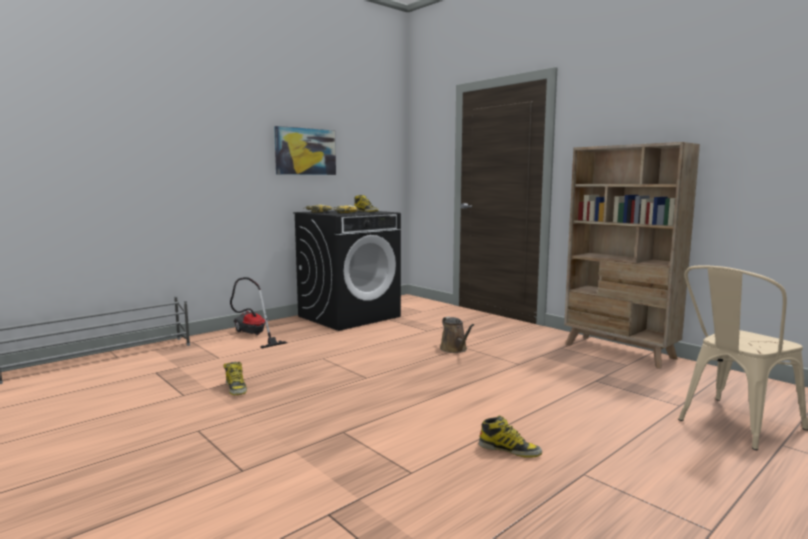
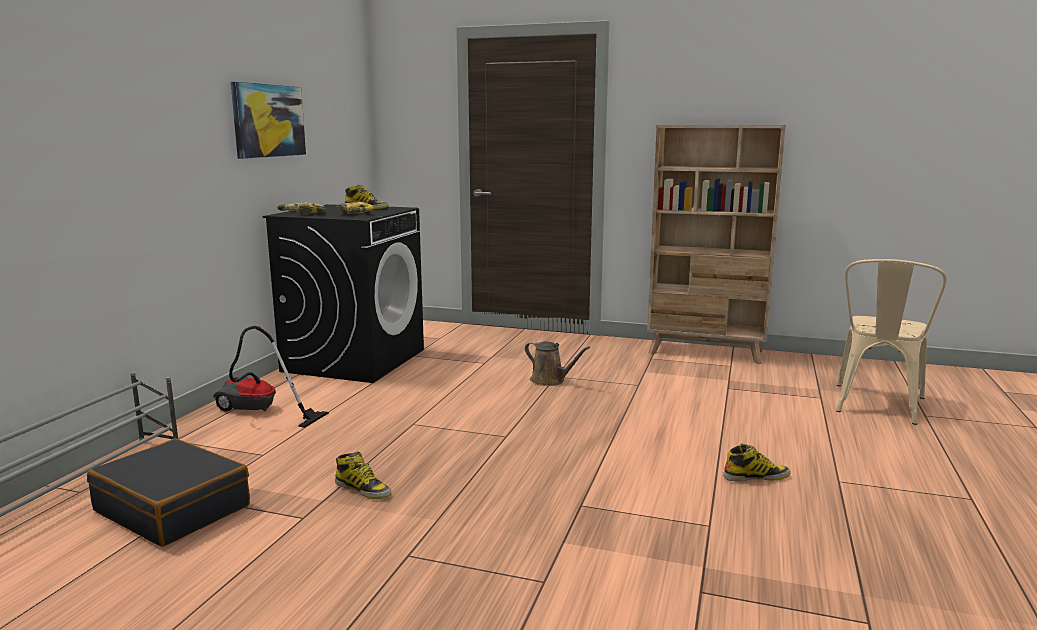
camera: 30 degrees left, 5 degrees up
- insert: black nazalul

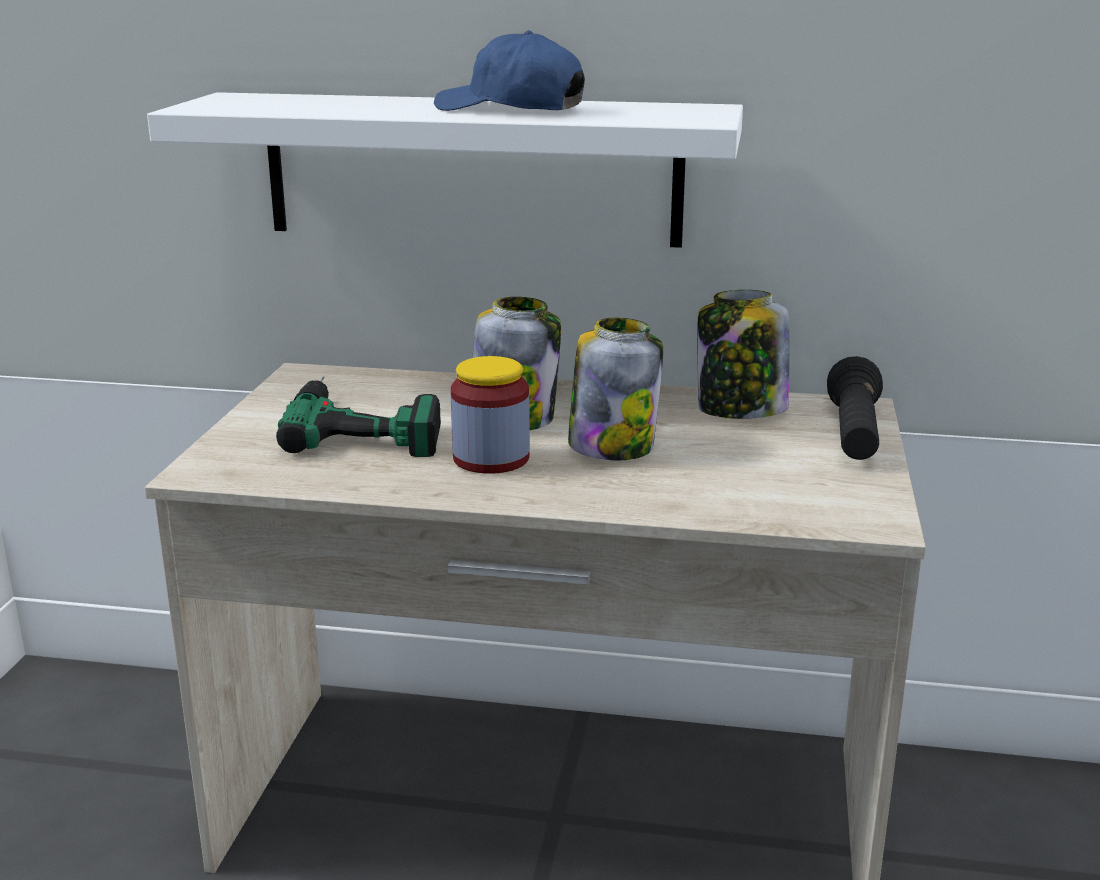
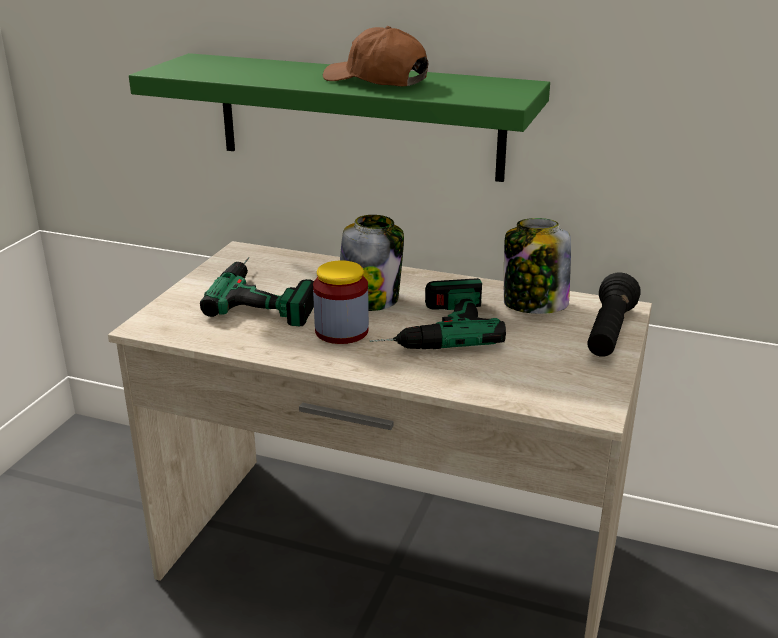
camera: 10 degrees right, 5 degrees up
- recolor: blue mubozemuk to brown mubozemuk
- recolor: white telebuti to green telebuti
- replace: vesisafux (3rd from left) to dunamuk (2nd from left)

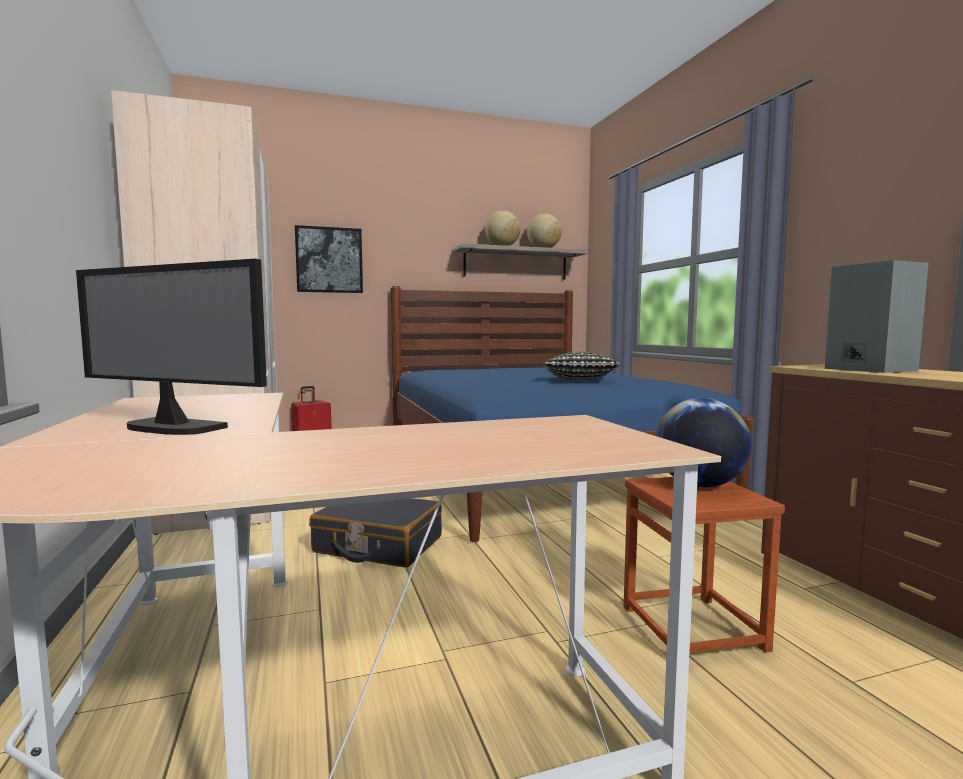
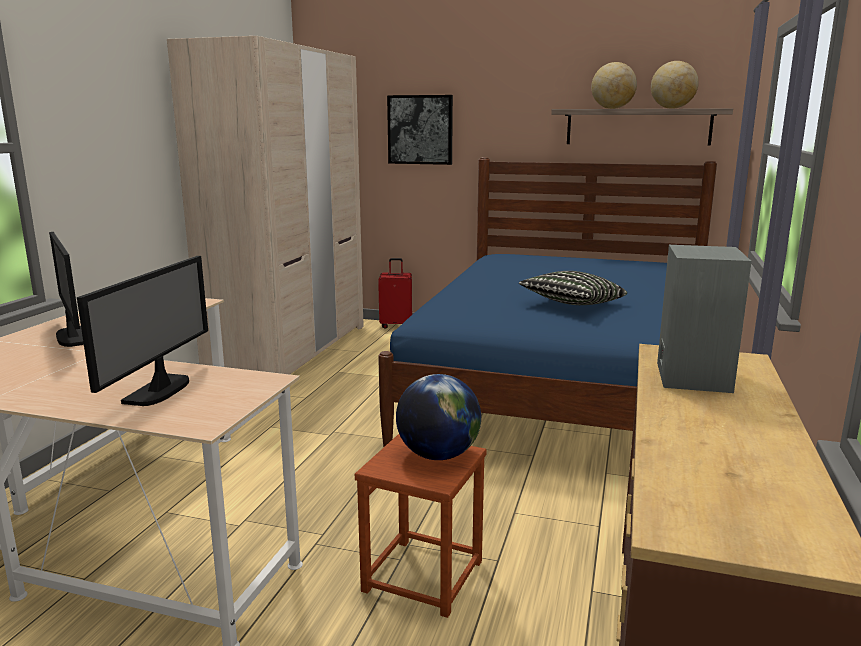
camera: 35 degrees right, 10 degrees up
- delete: black nazalul
- insert: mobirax (2nd from left)

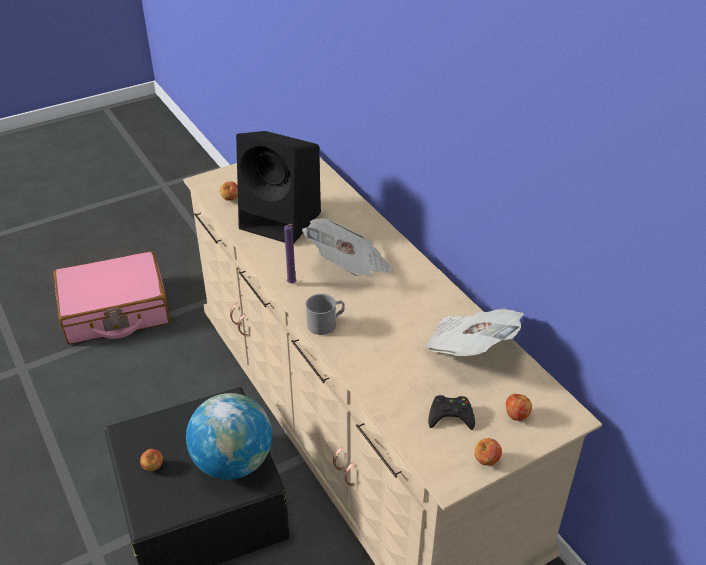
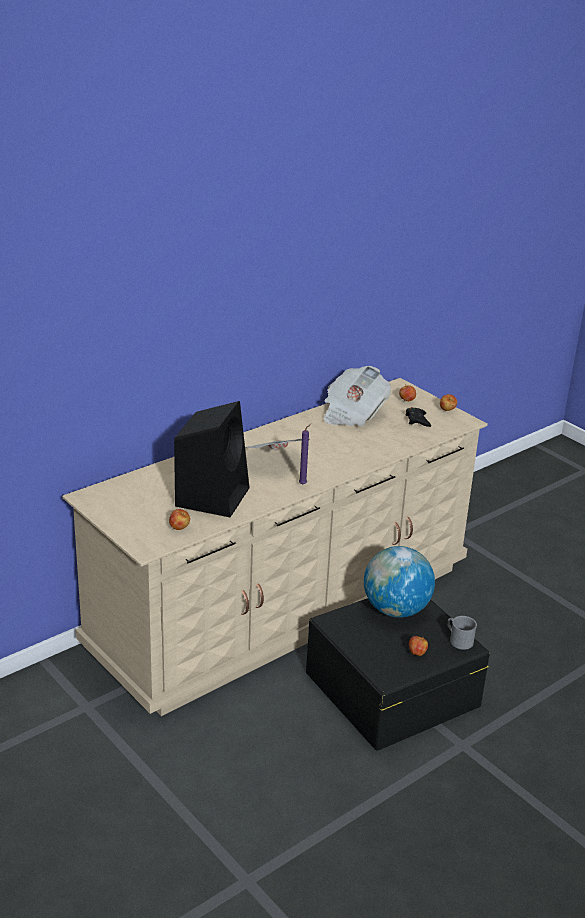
camera: 100 degrees left, 10 degrees down
- delete: pink nazalul
- move: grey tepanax

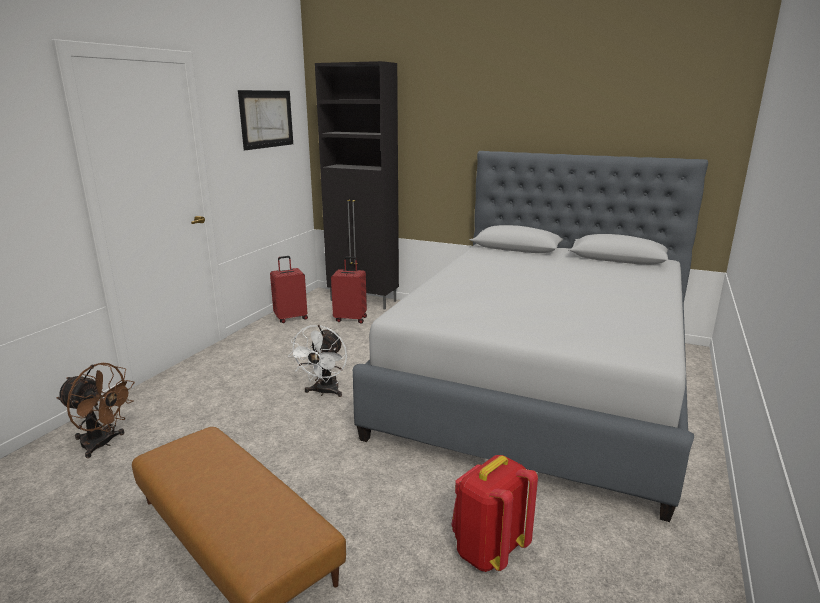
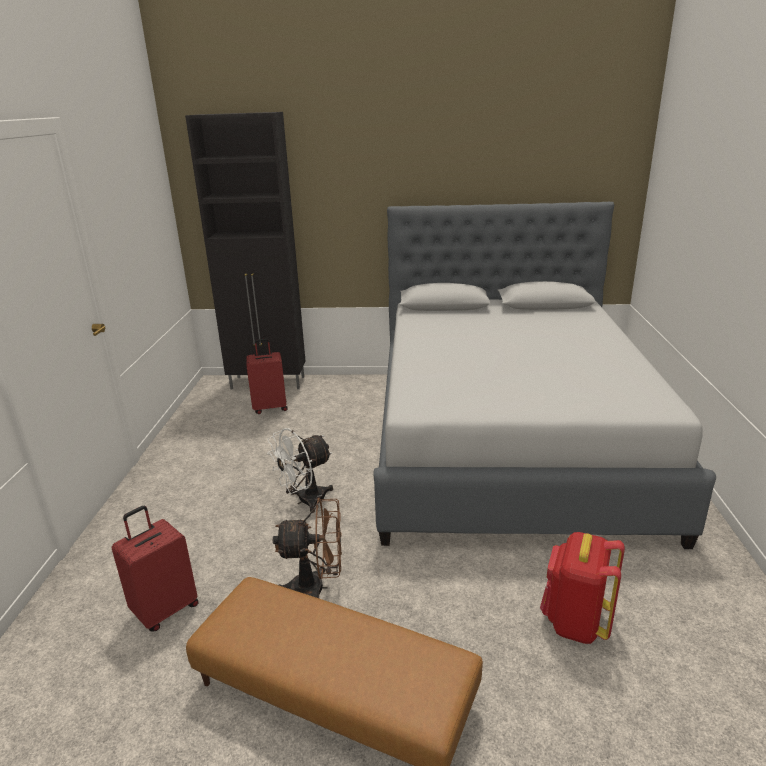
camera: 20 degrees left, 5 degrees up
- delete: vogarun
- move: red nazalul (1st from left)
- rotate: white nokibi 60 degrees clockwise
- move: brown nokibi

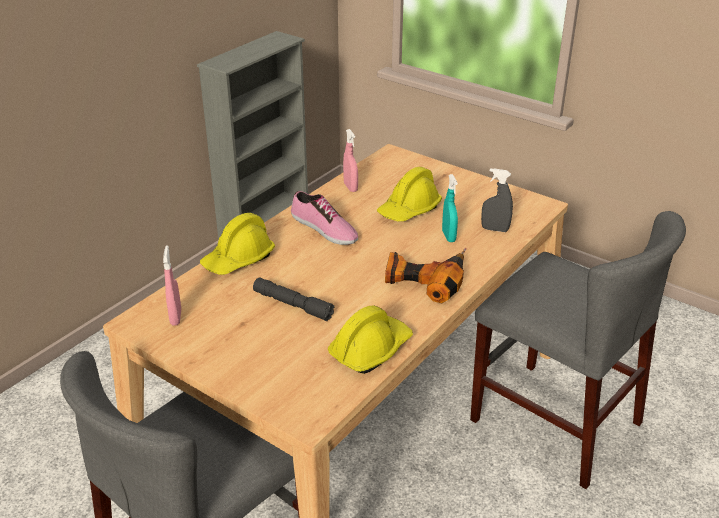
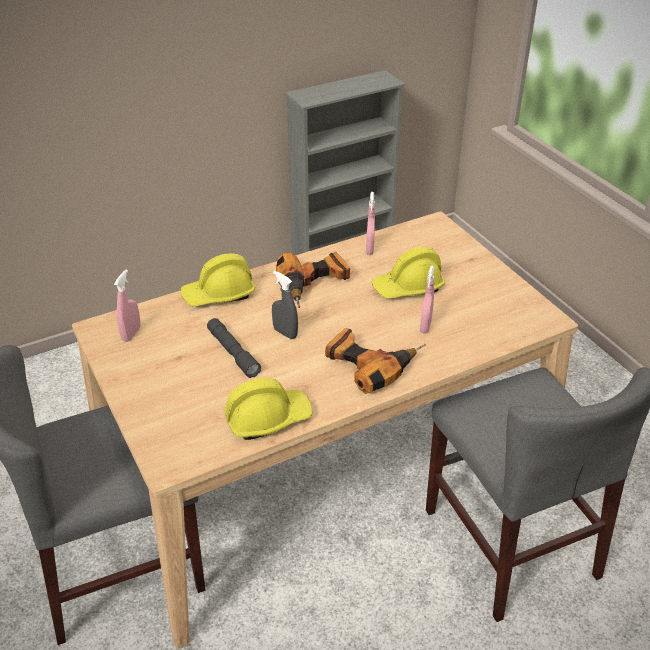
camera: 25 degrees right, 5 degrees up
- move: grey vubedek
- recolor: turquoise vubedek to pink vubedek (3rd from left)
- replace: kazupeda to dunamuk (1st from left)

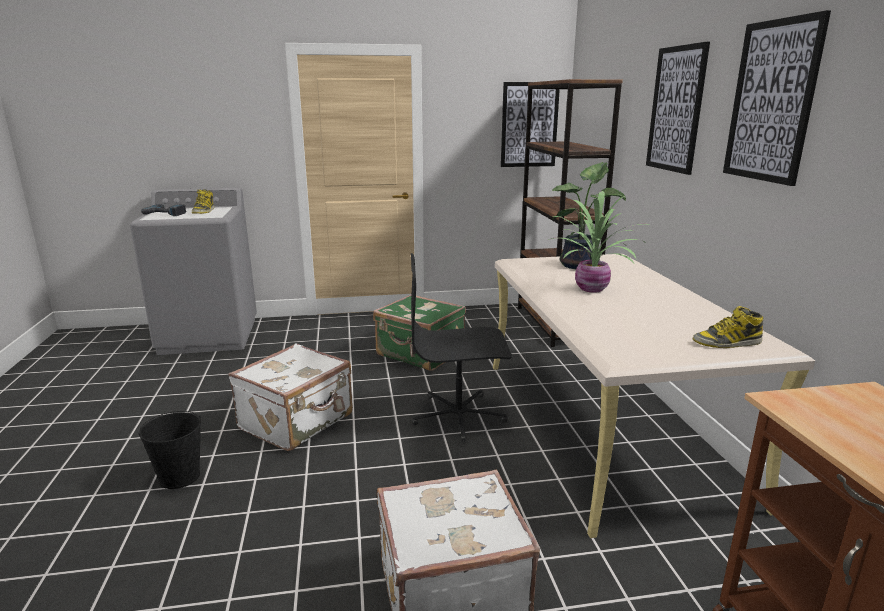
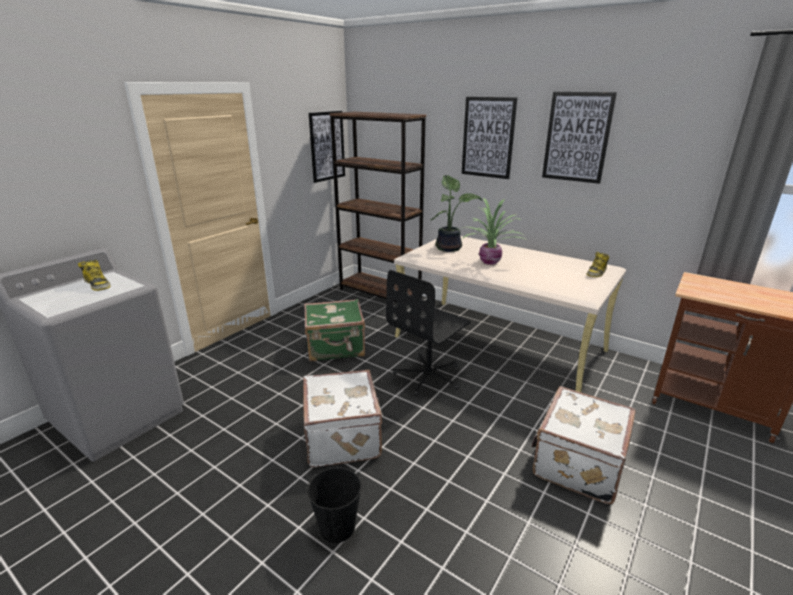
camera: 45 degrees left, 5 degrees up
- delete: dunamuk

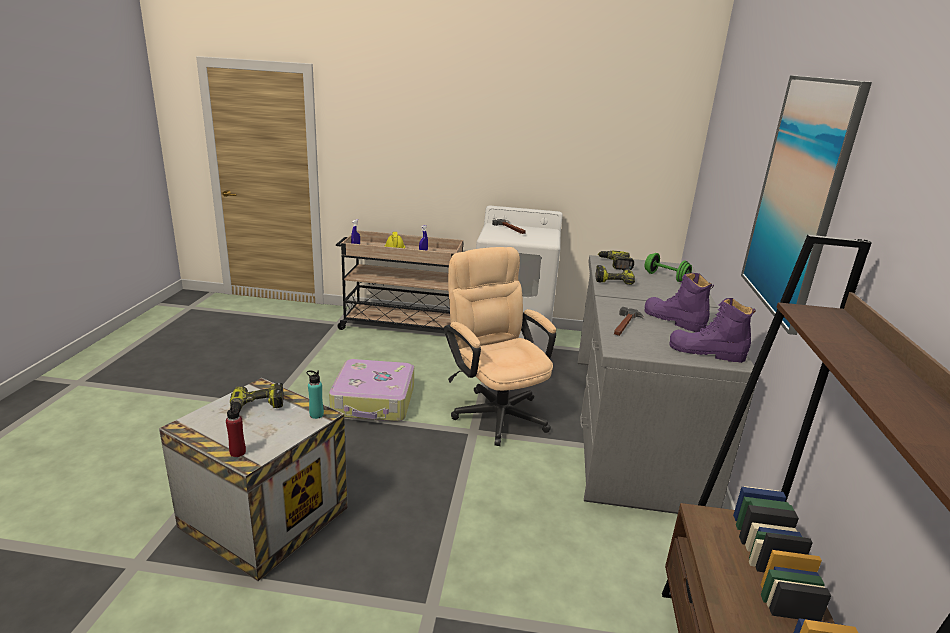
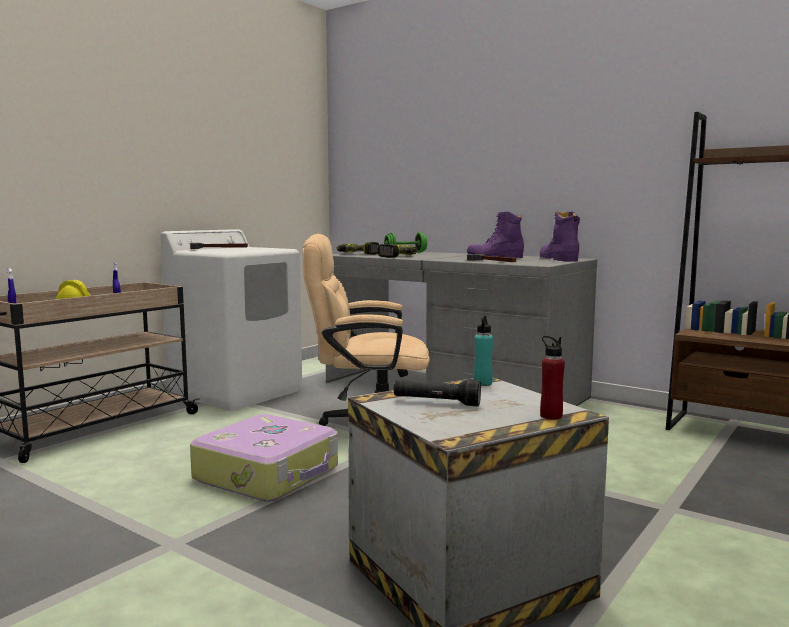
camera: 60 degrees left, 15 degrees down
- delete: vogarun
- rotate: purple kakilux (2nd from left) 120 degrees clockwise
- replace: dunamuk (1st from left) to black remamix

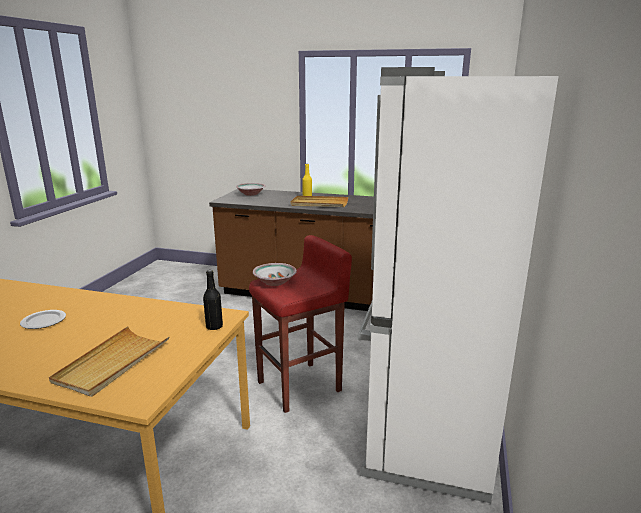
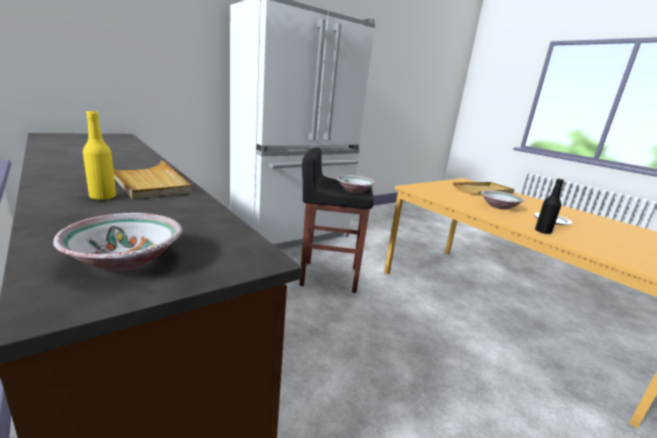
camera: 145 degrees left, 0 degrees up
- recolor: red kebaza to black kebaza
- move: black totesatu
- insert: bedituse (3rd from left)

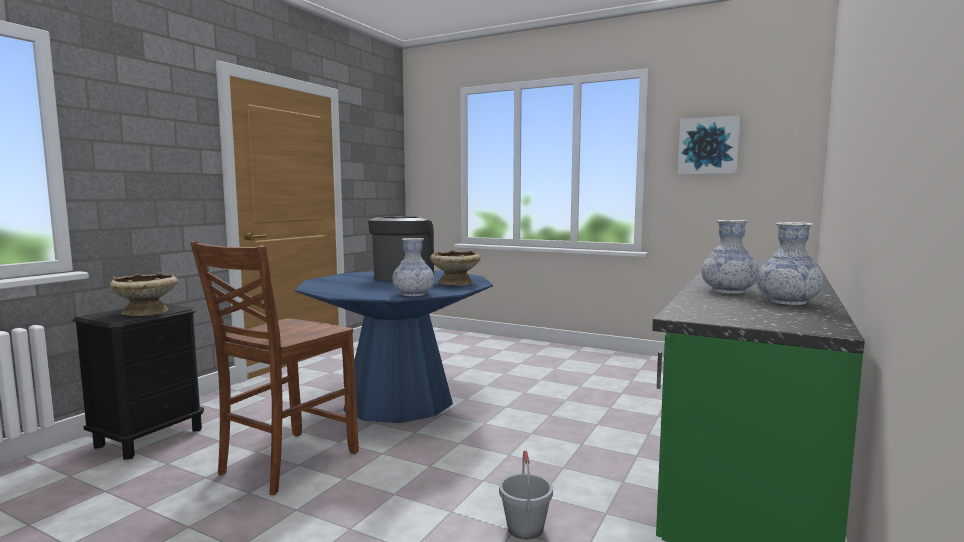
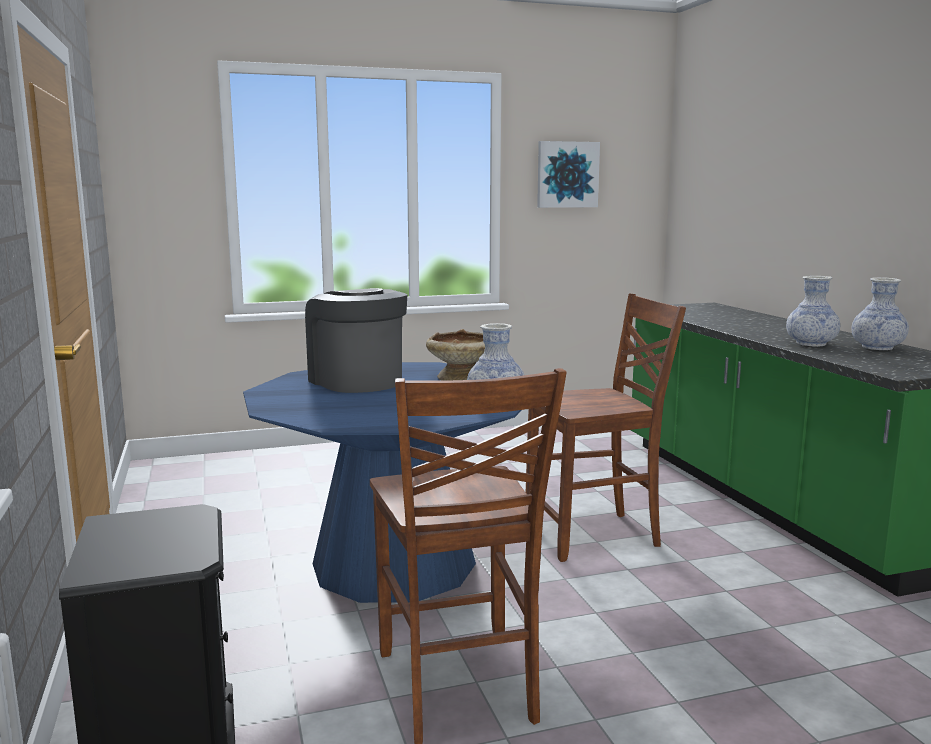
camera: 45 degrees left, 5 degrees up
- delete: beige bedituse (1st from left)
- delete: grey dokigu
- insert: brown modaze (2nd from left)

